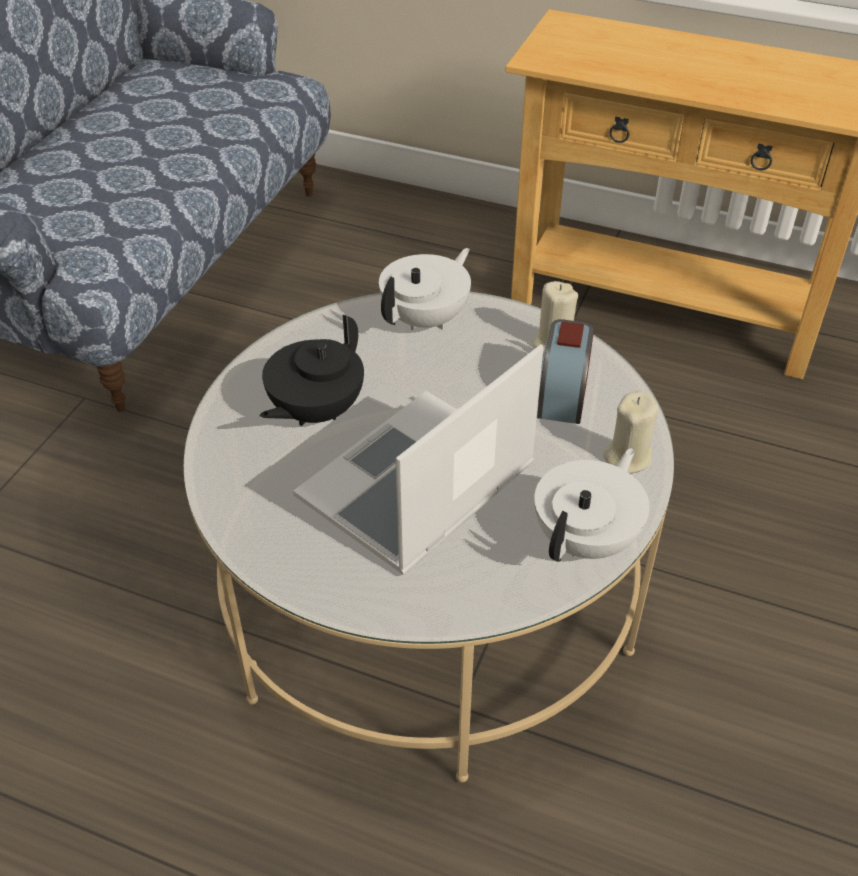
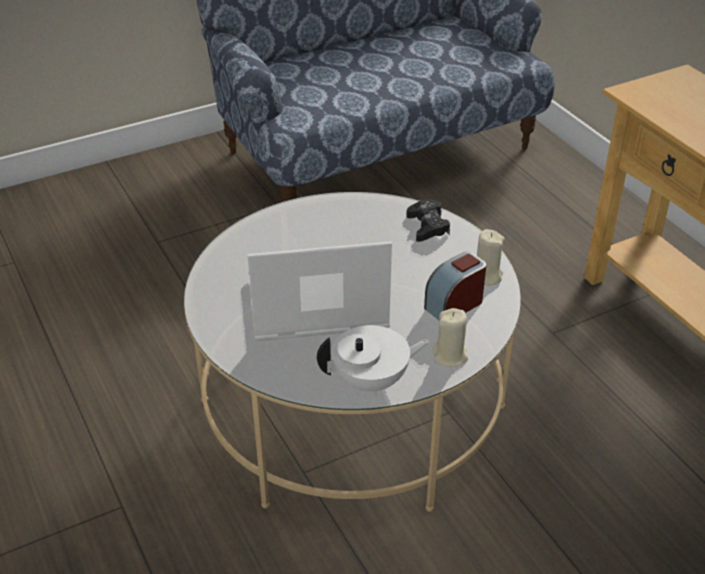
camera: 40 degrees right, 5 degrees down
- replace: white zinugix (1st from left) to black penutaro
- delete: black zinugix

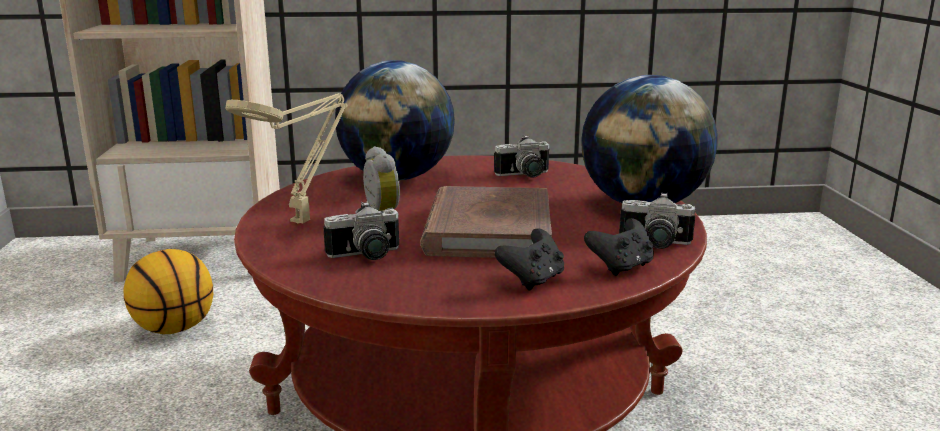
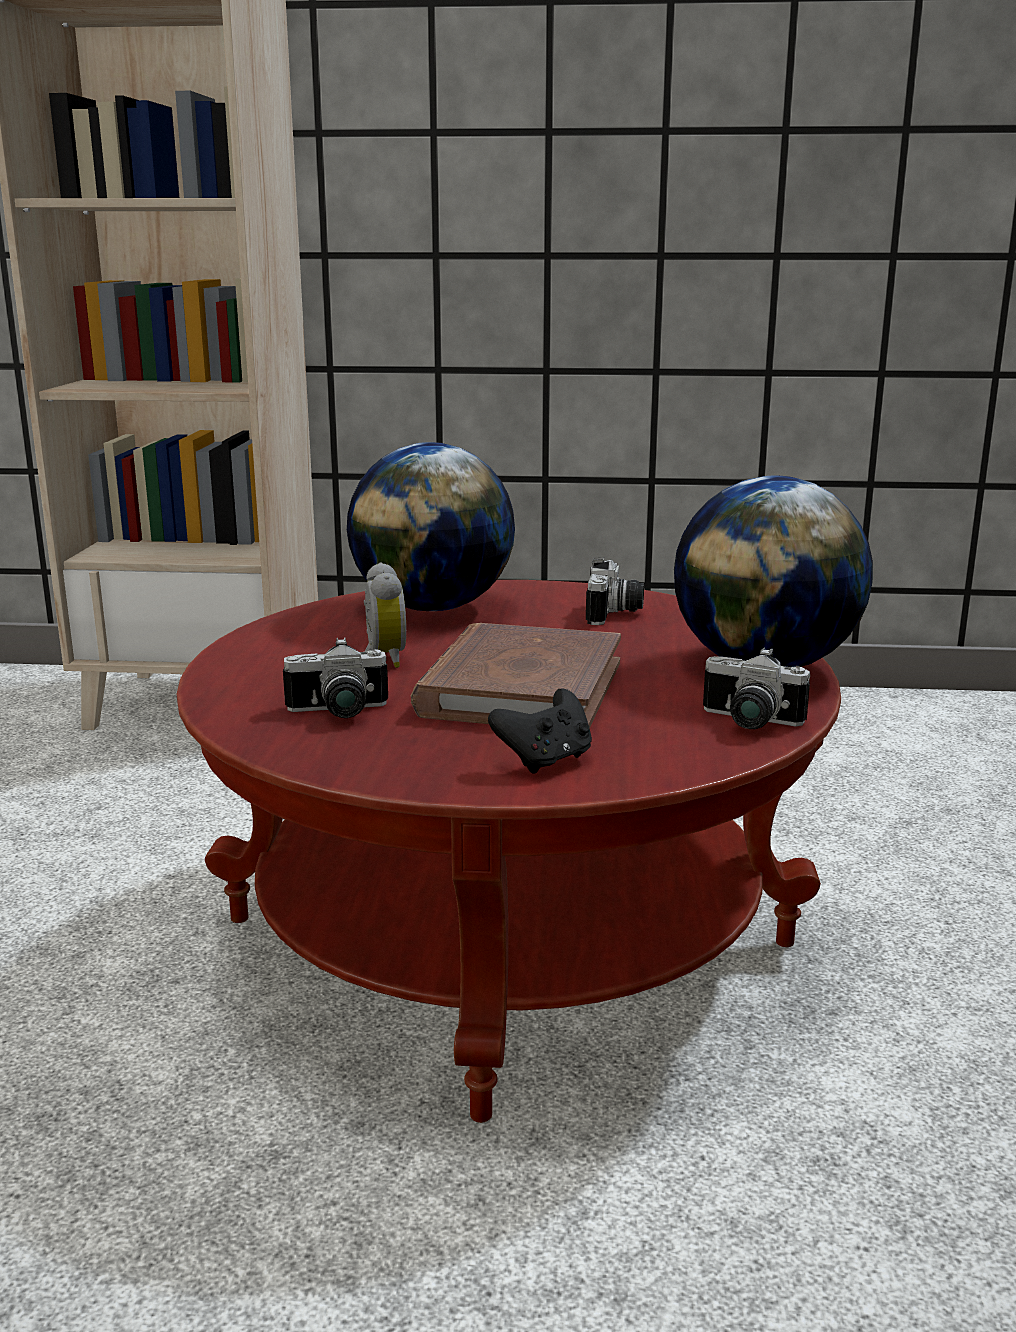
camera: 10 degrees right, 0 degrees up
- delete: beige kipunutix
- rotate: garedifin (2nd from left) 75 degrees counterclockwise
- delete: black penutaro (2nd from left)
- delete: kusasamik

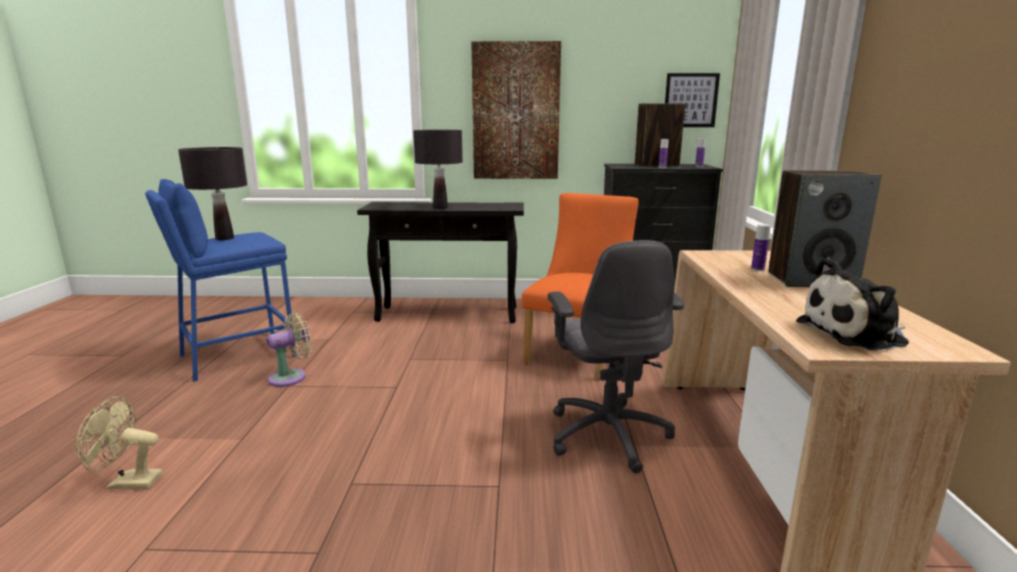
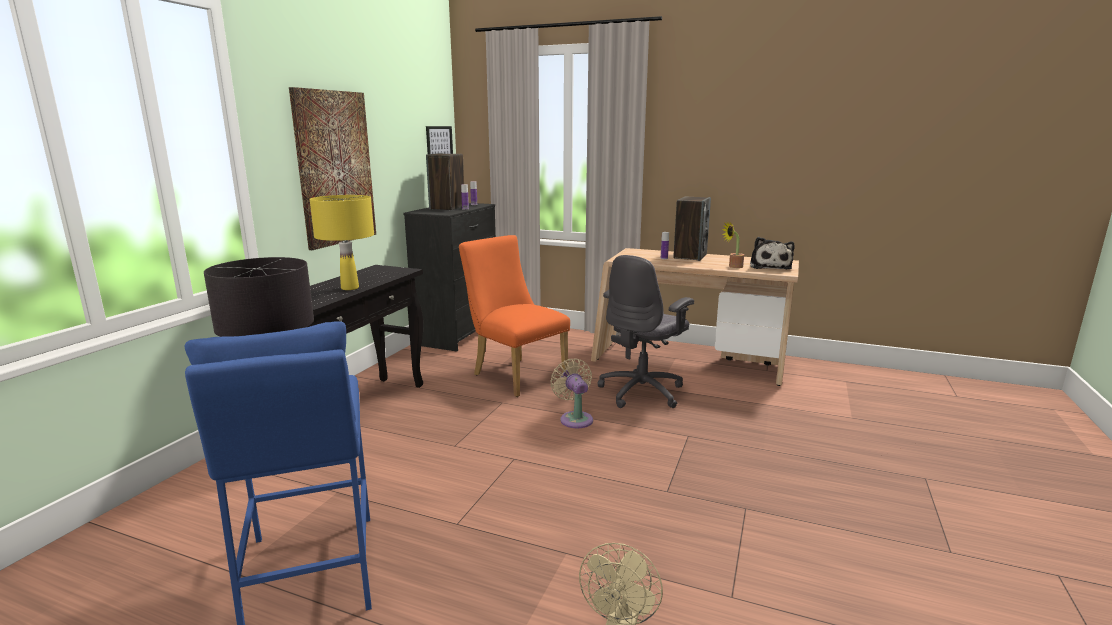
camera: 70 degrees left, 0 degrees up
- recolor: black kipunutix (2nd from left) to yellow kipunutix
- rotate: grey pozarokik 120 degrees clockwise
- move: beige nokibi (2nd from left in the first image) to beige nokibi (1st from left)
- insert: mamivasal

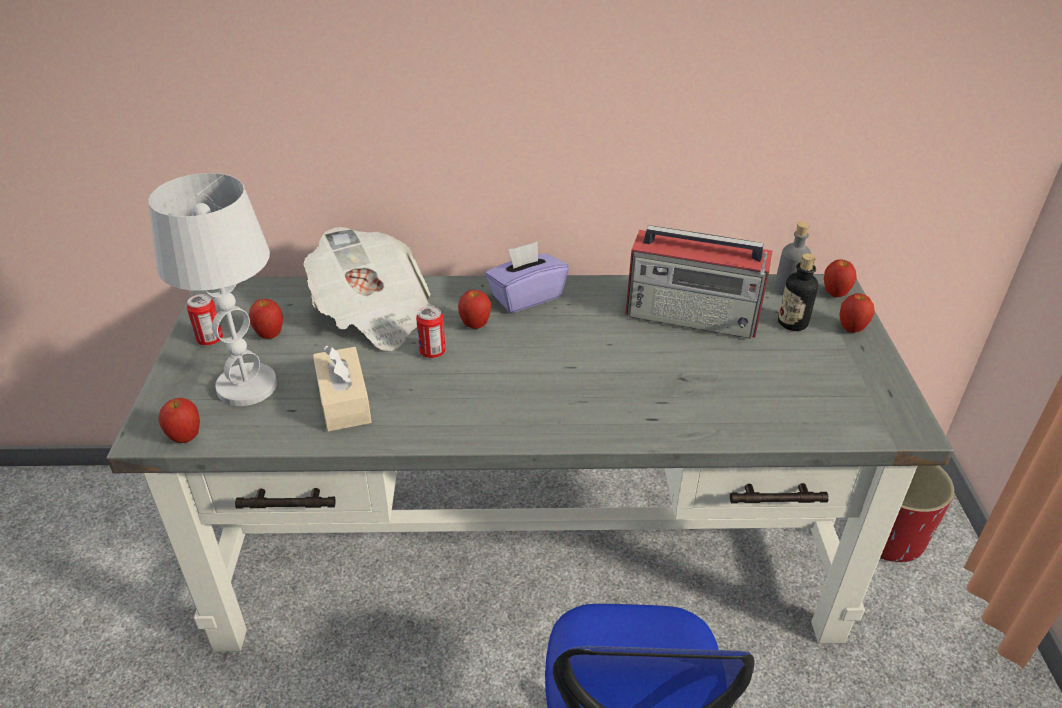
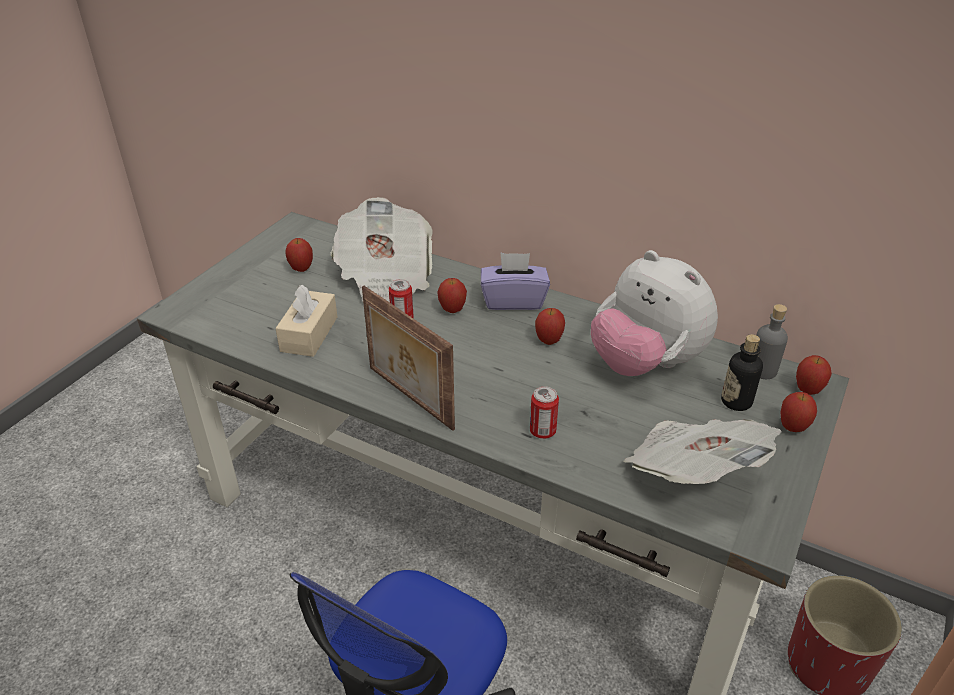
camera: 30 degrees right, 0 degrees up
- delete: white kipunutix
- replace: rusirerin to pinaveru
- move: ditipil (1st from left in the first image) to ditipil (2nd from left)
- move: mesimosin (1st from left in the first image) to mesimosin (3rd from left)
- insert: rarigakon
- insert: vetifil (2nd from left)

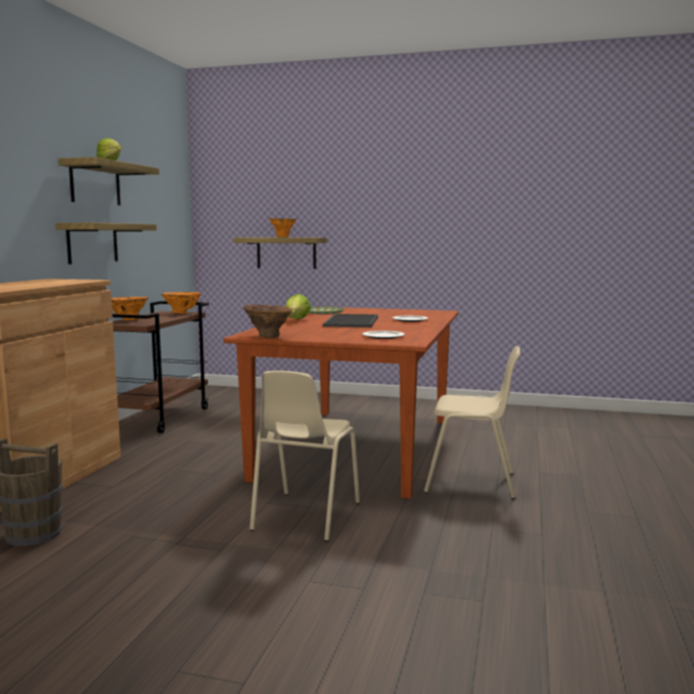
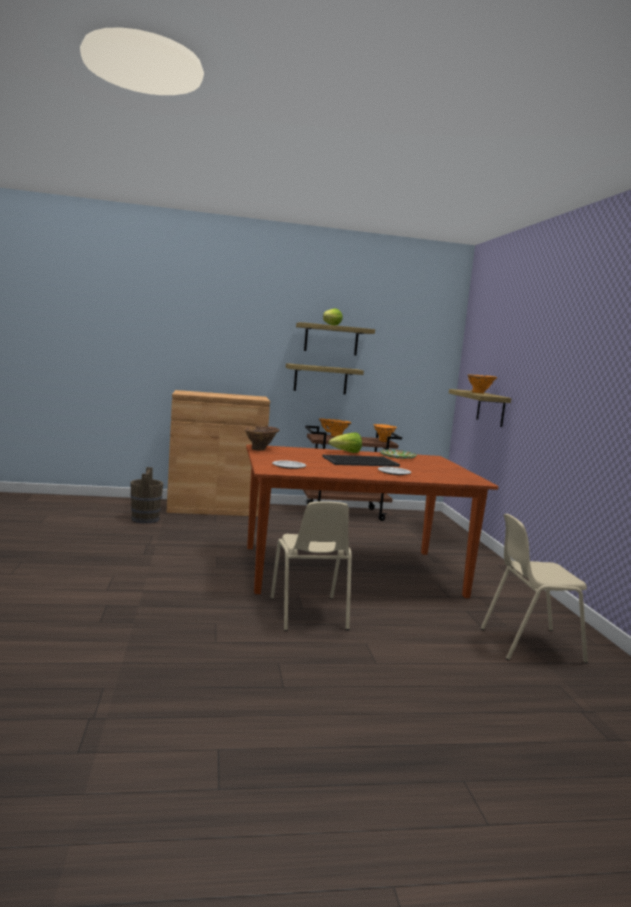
camera: 65 degrees right, 0 degrees up
- move: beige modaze (1st from left in the first image) to beige modaze (2nd from left)

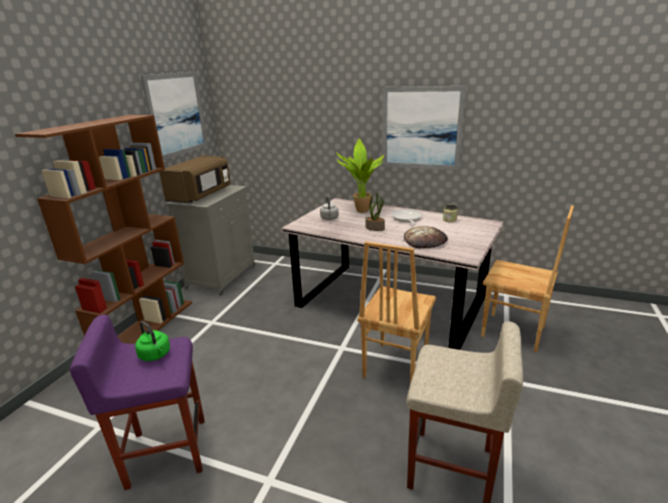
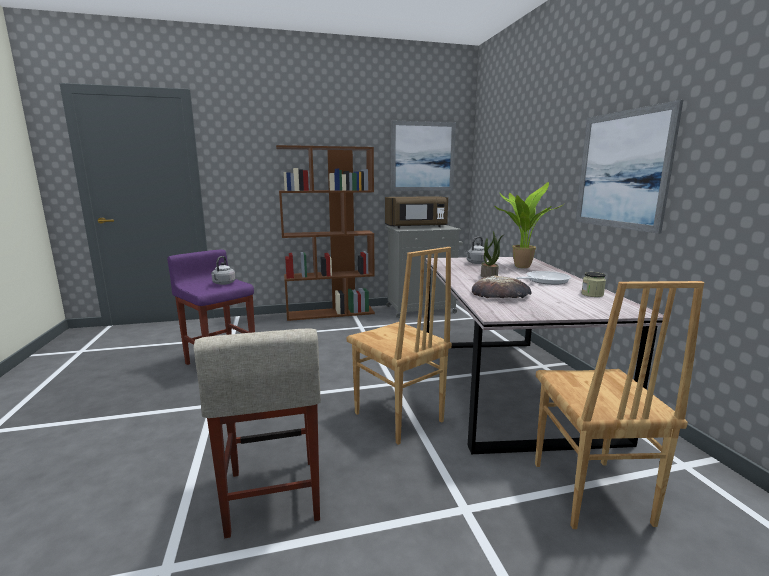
camera: 55 degrees right, 10 degrees down
- rotate: brown modaze (1st from left) 120 degrees counterclockwise
- recolor: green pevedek to grey pevedek (1st from left)

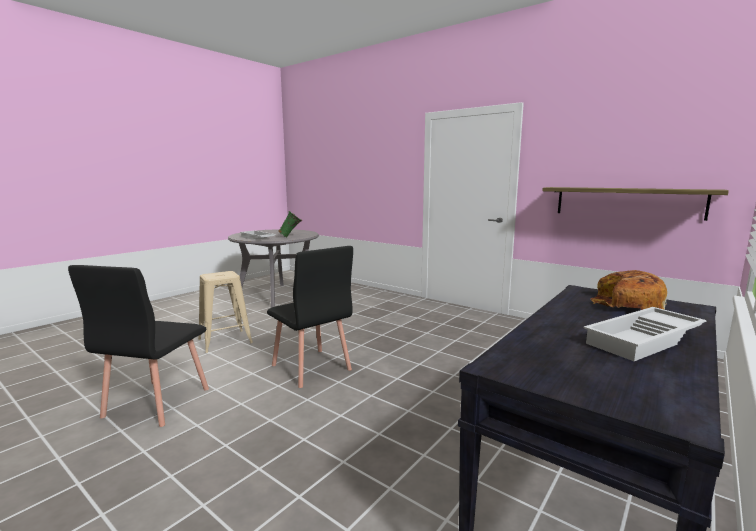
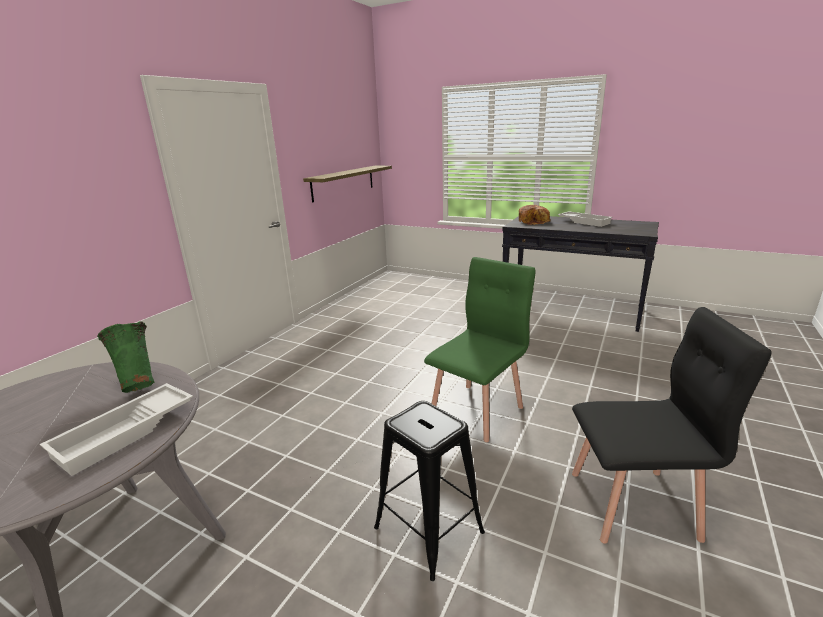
camera: 100 degrees left, 10 degrees up
- recolor: black modaze (2nd from left) to green modaze
- recolor: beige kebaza to black kebaza

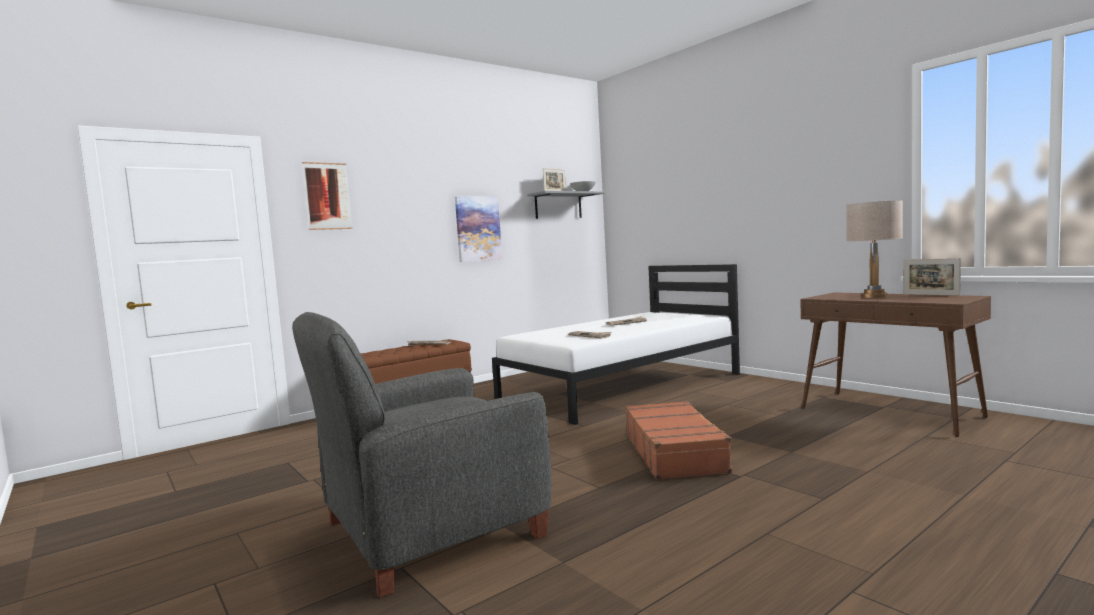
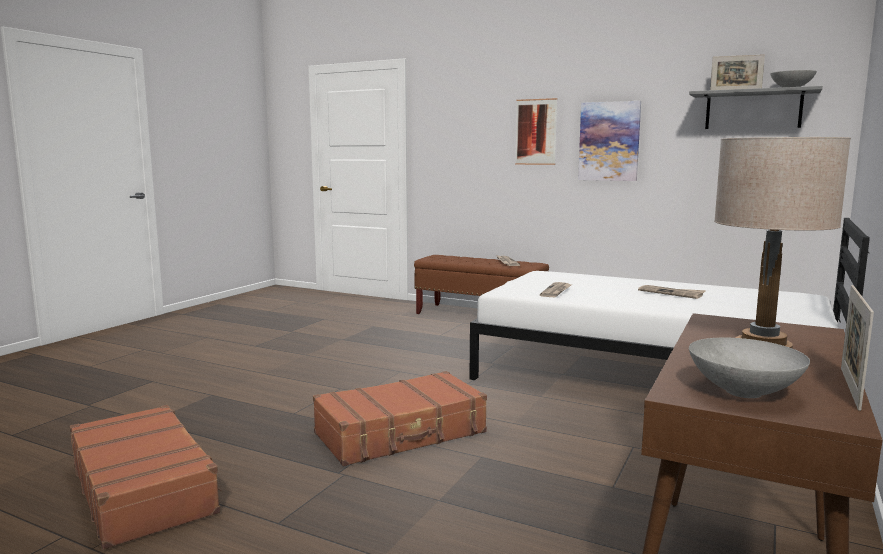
camera: 65 degrees right, 5 degrees up
- move: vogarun (1st from left)
- delete: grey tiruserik
- insert: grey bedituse (1st from left)
- insert: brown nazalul (1st from left)

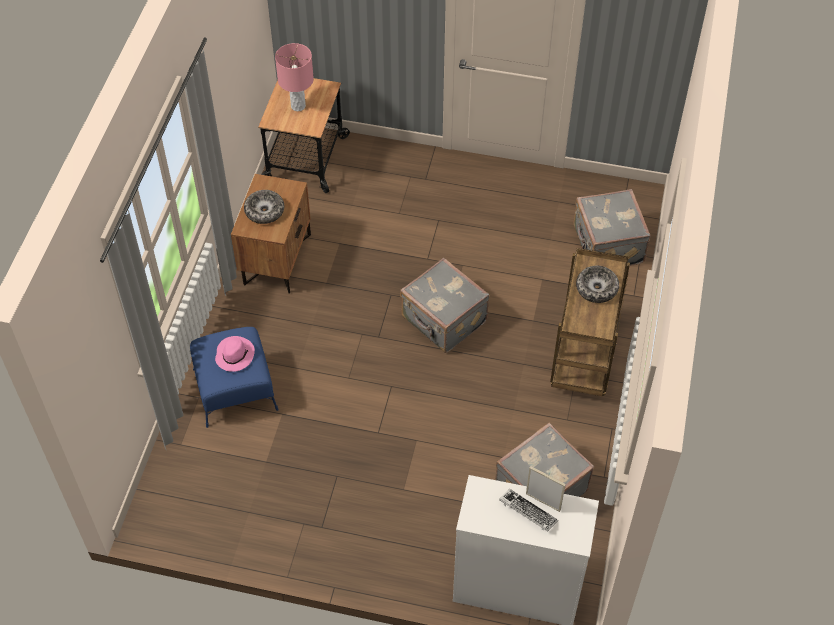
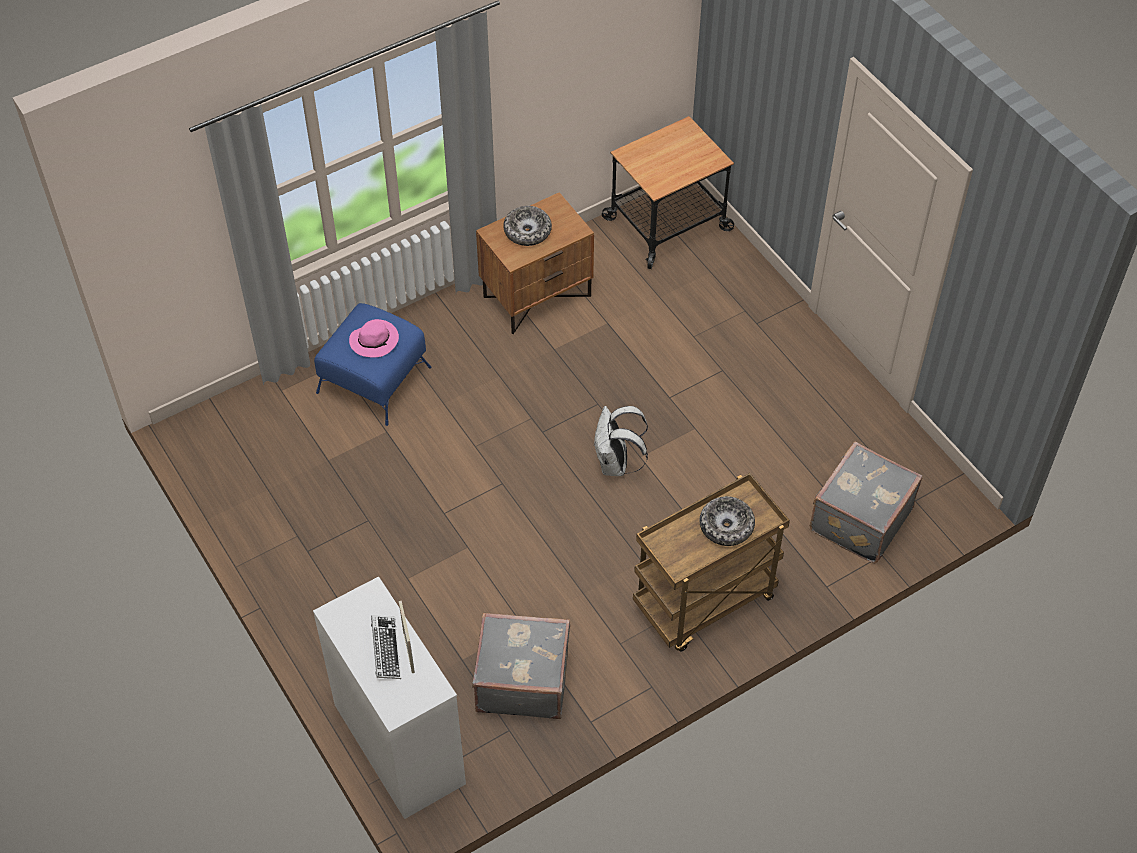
camera: 45 degrees right, 0 degrees up
- delete: pink kipunutix
- replace: grey nazalul (1st from left) to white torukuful

